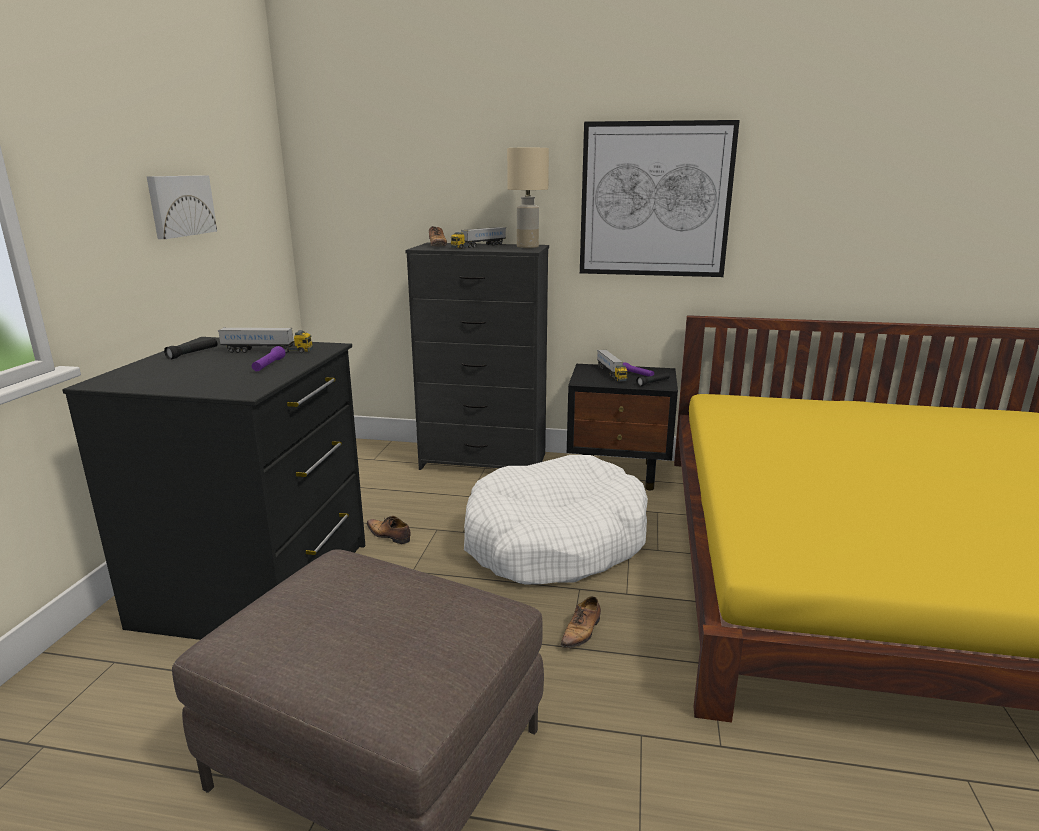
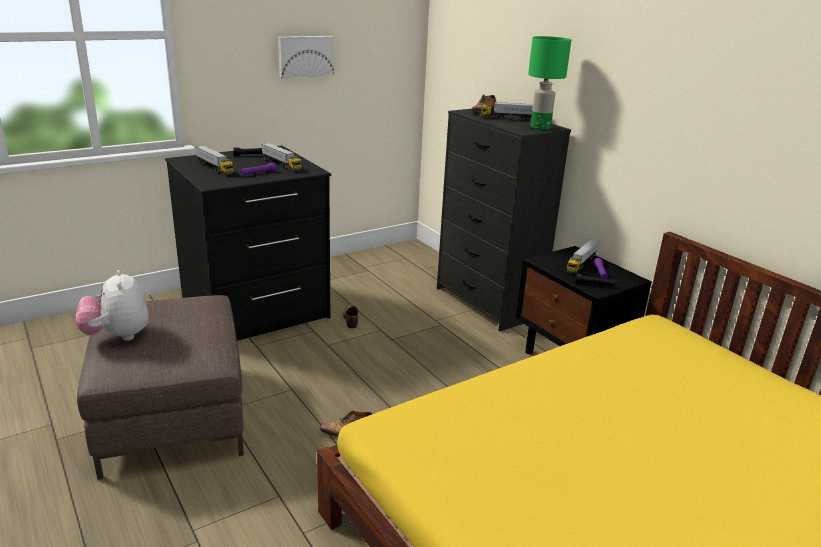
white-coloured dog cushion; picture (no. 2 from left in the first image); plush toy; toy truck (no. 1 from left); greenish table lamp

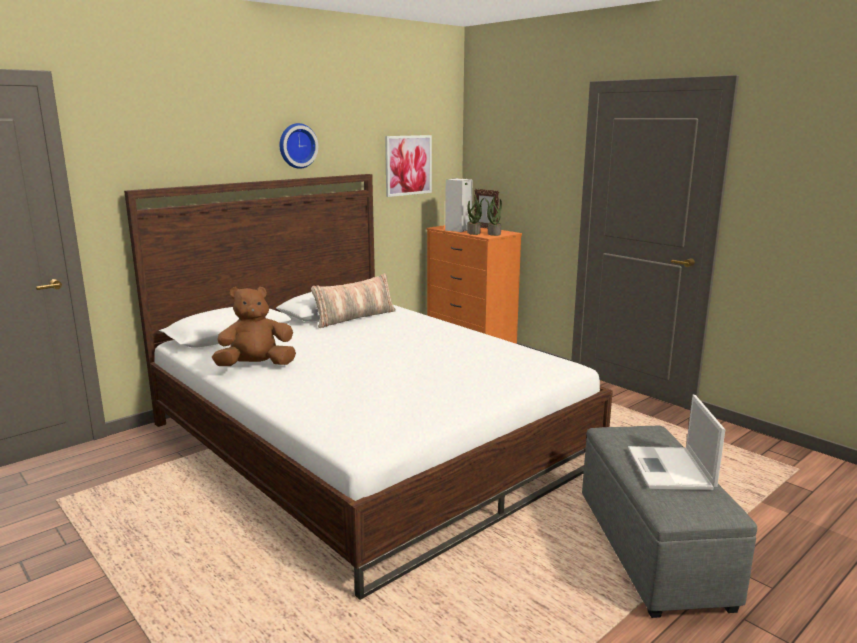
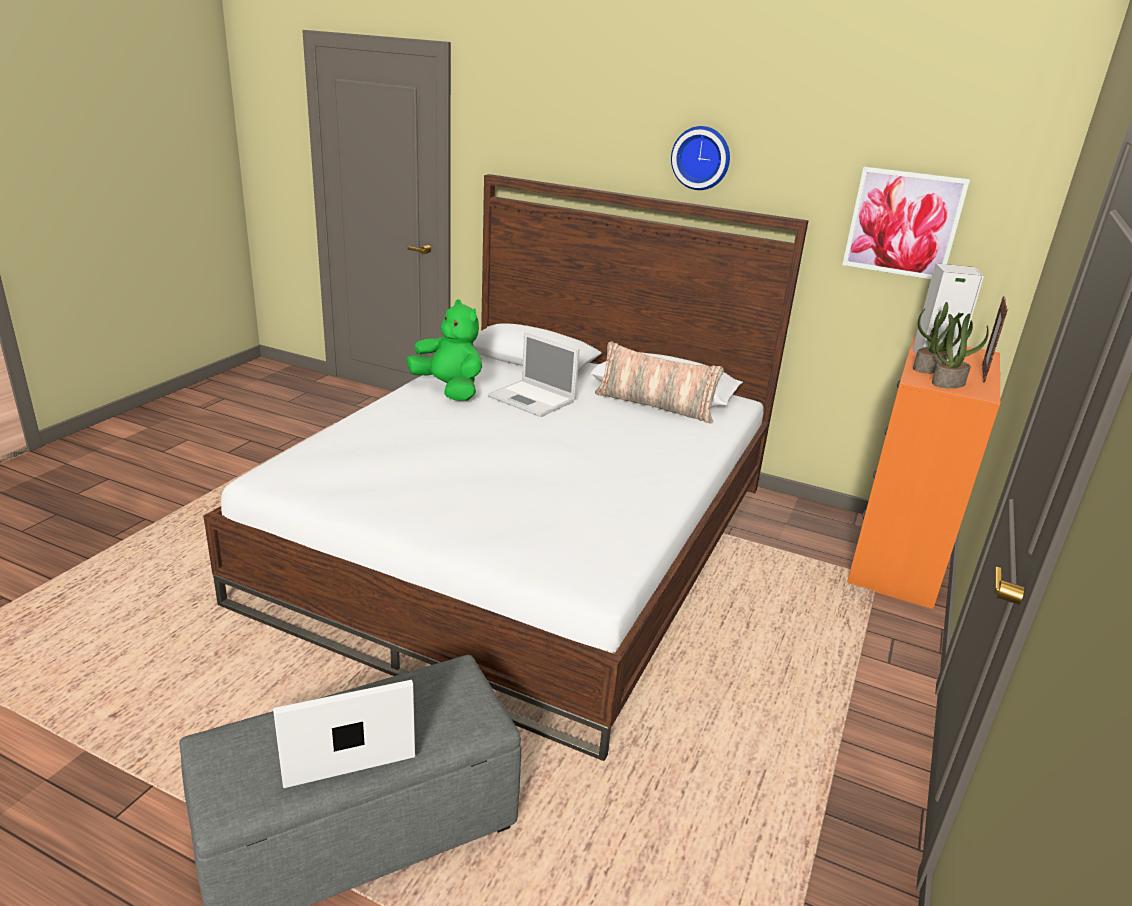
laptop (no. 2 from left); greenish plush toy

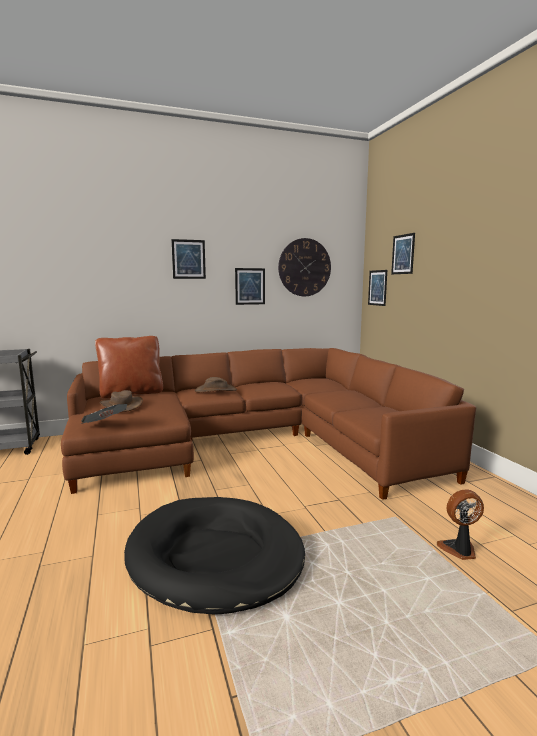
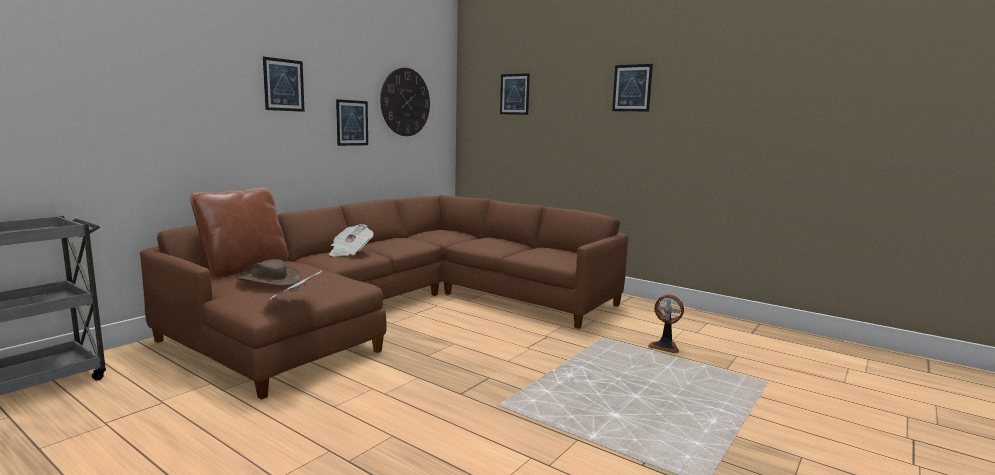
black dog cushion; picture (no. 4 from left); printed paper (no. 2 from left); electric fan

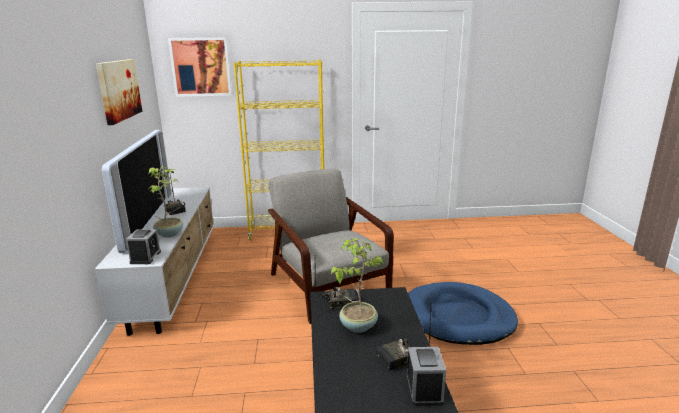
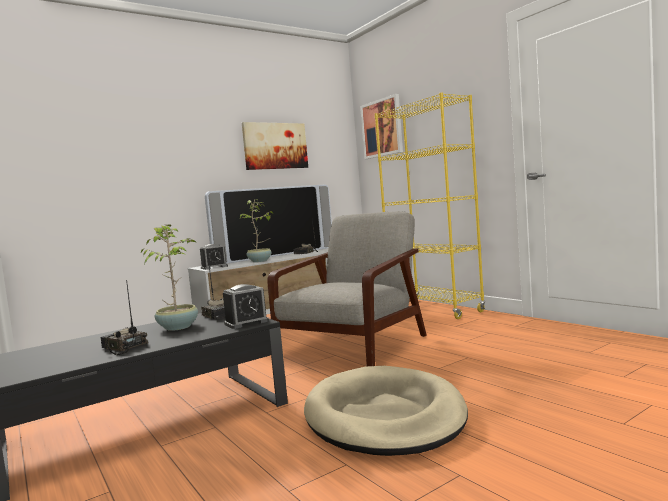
table clock (no. 2 from left); beige-coloured dog cushion

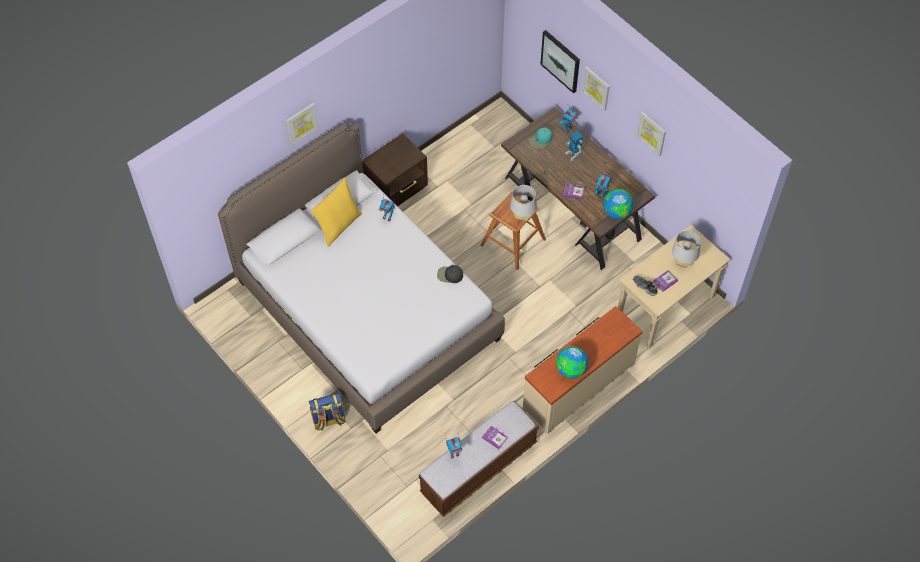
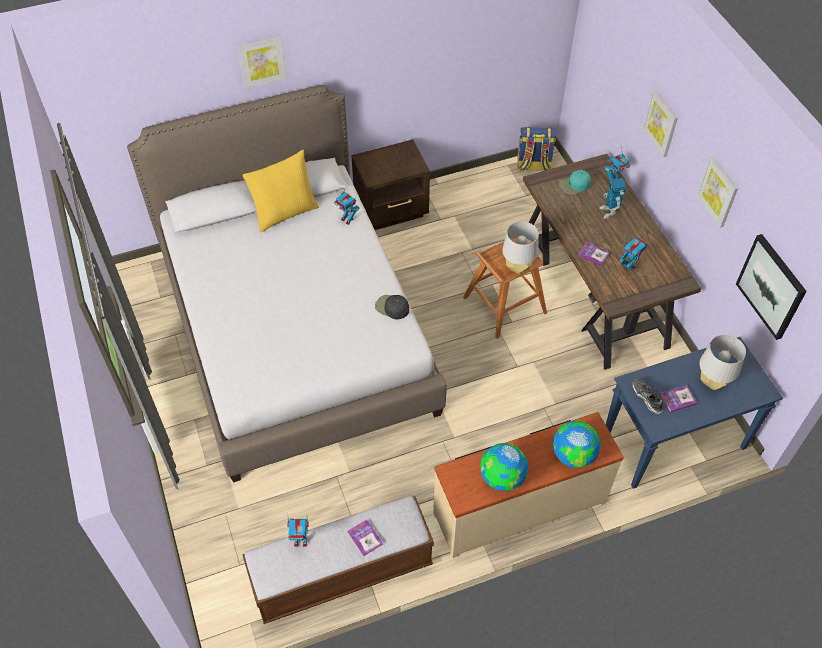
backpack; picture (no. 4 from left); globe (no. 2 from left); blue narrow table

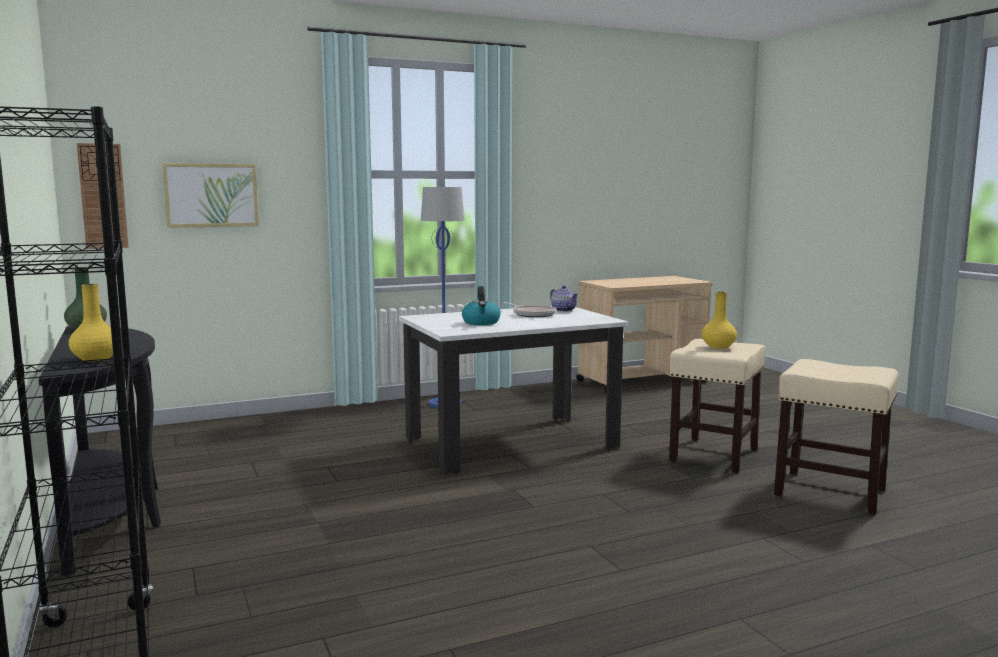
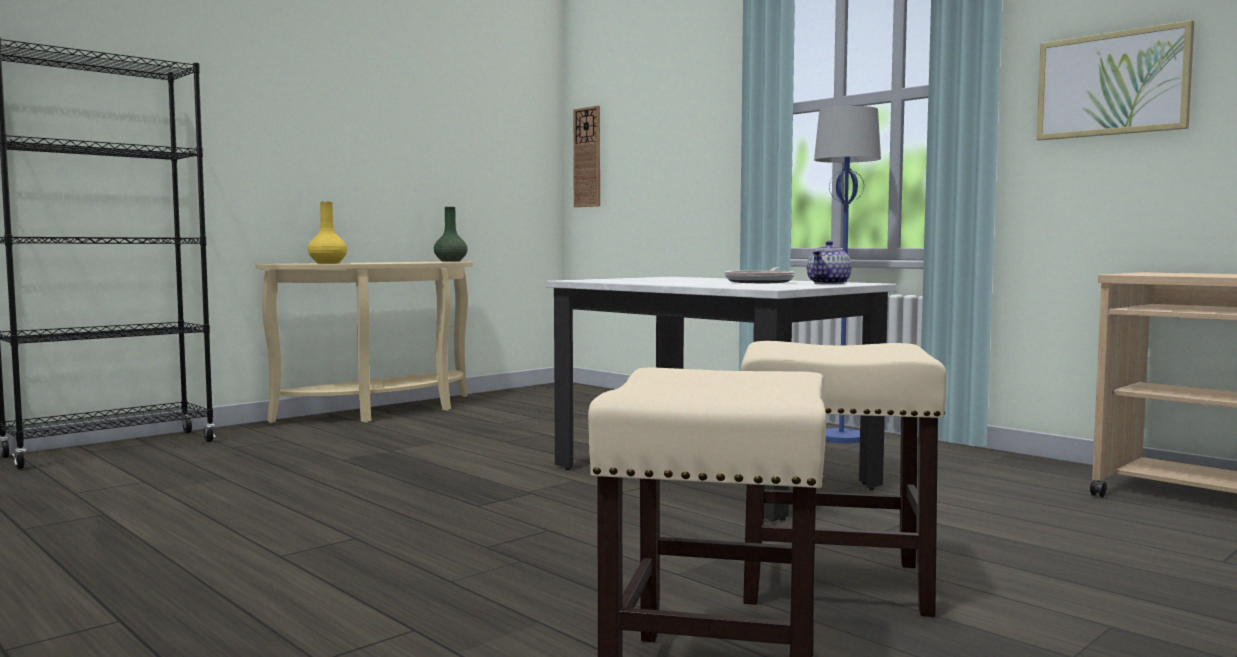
water kettle; yellow-coloured flower vase (no. 2 from left in the first image); picture; beige-coloured narrow table

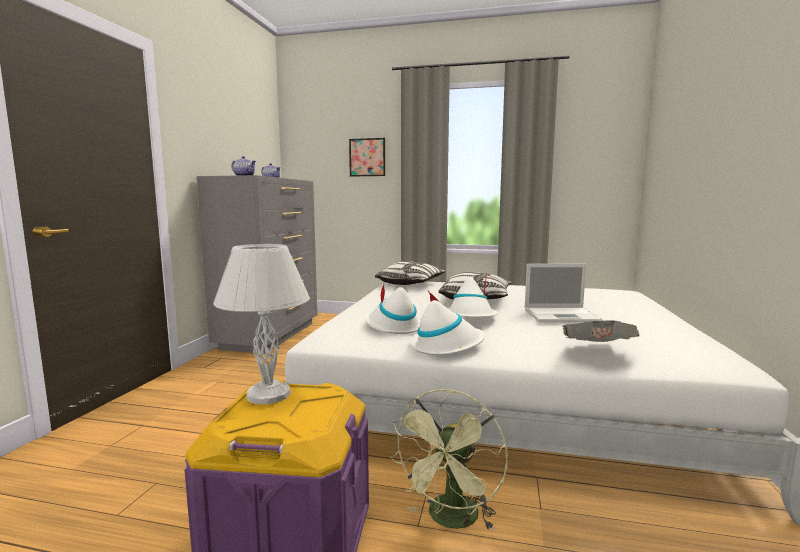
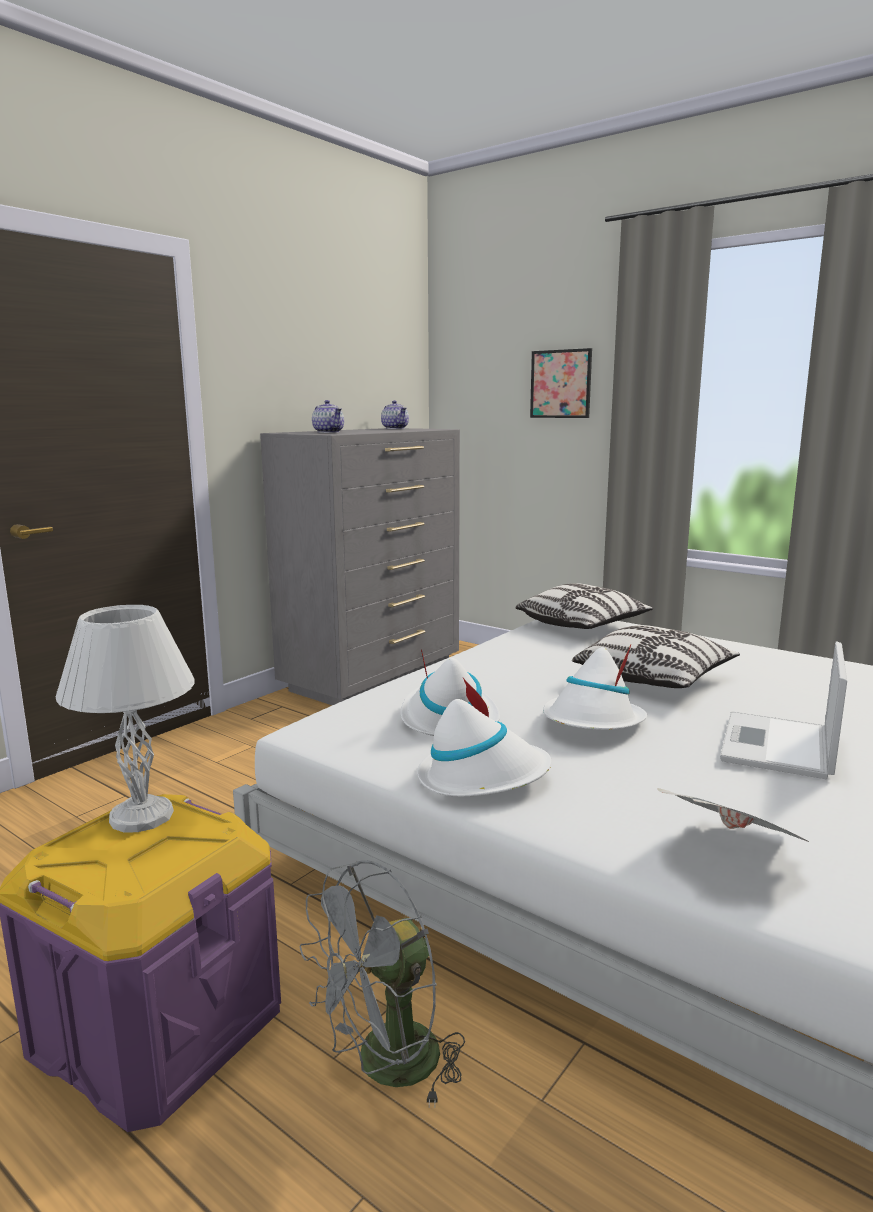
grey electric fan; laptop

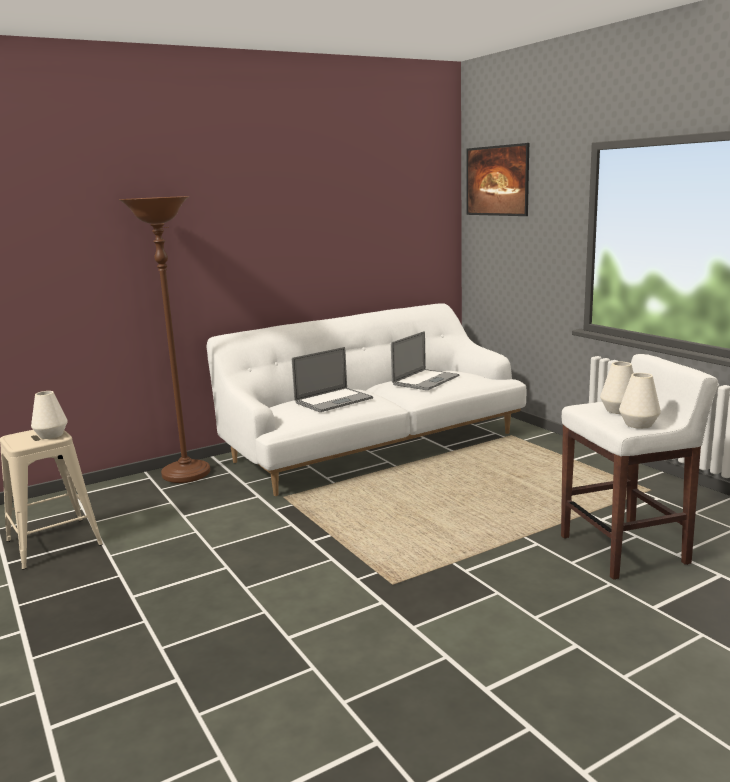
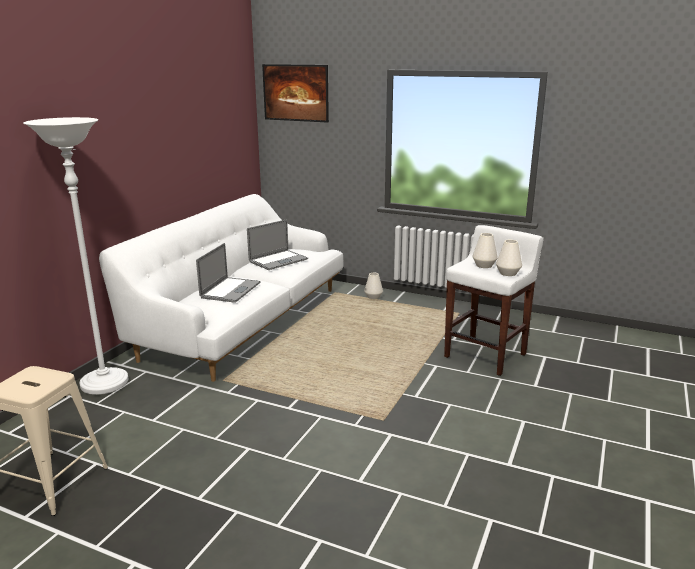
white-coloured flower vase (no. 1 from left); white-coloured floor lamp; laptop (no. 2 from left)

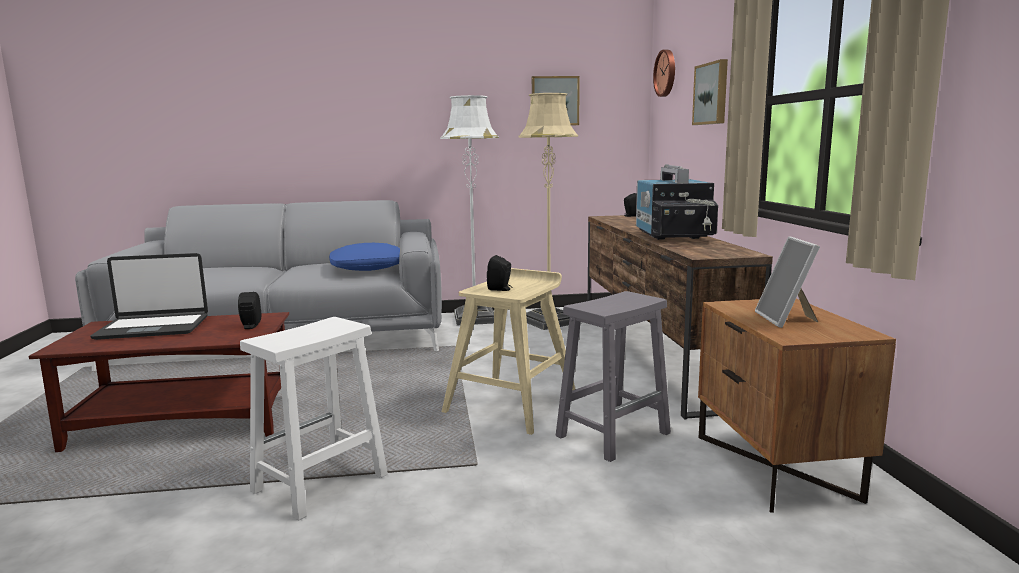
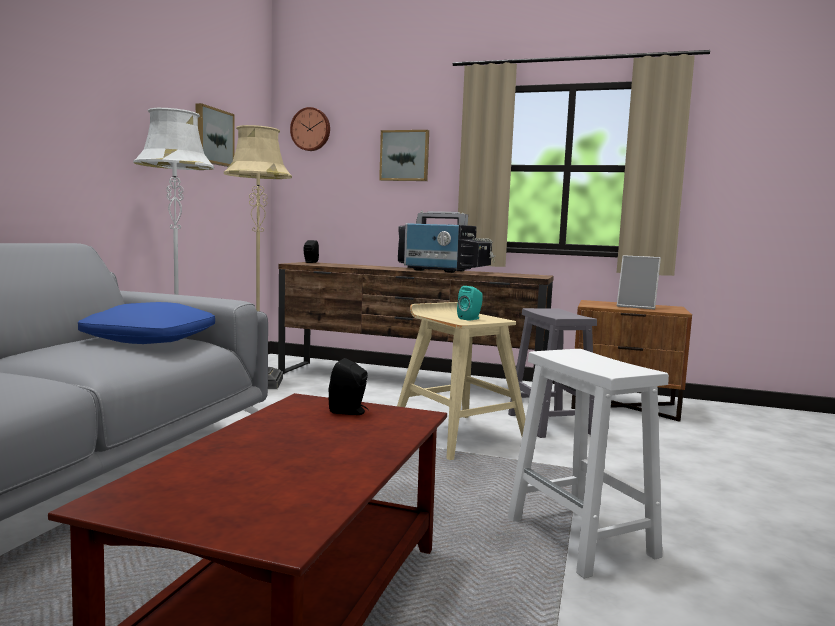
laptop; blue-green loudspeaker

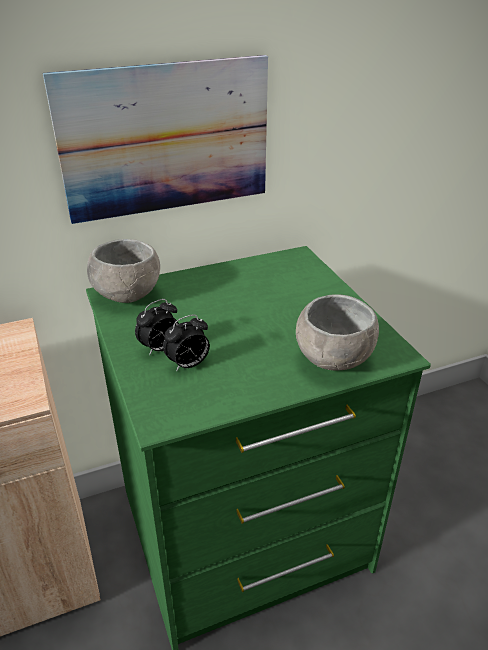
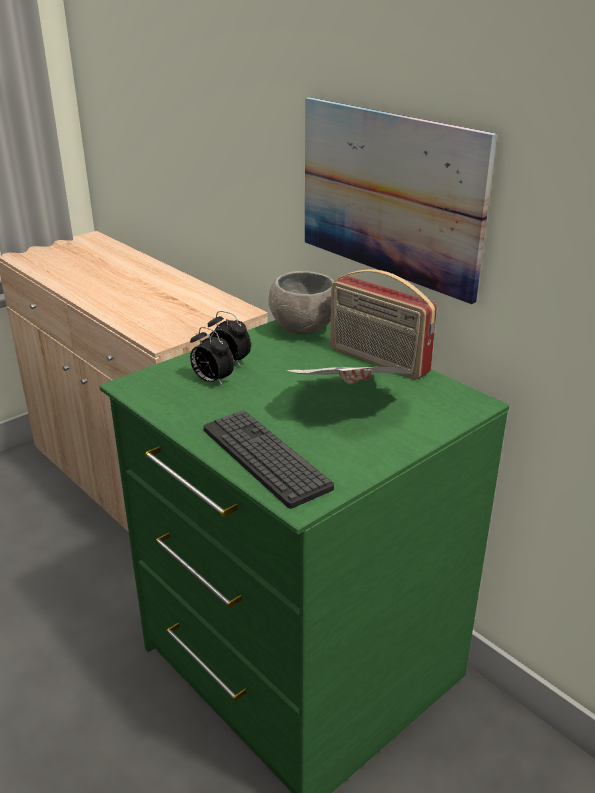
printed paper; radio set; computer keyboard

